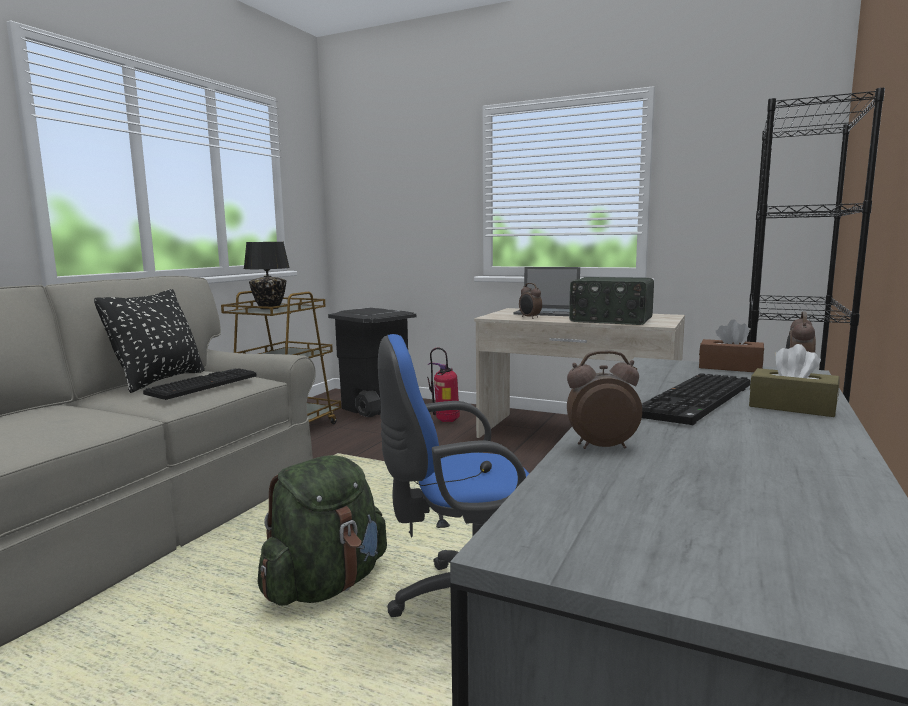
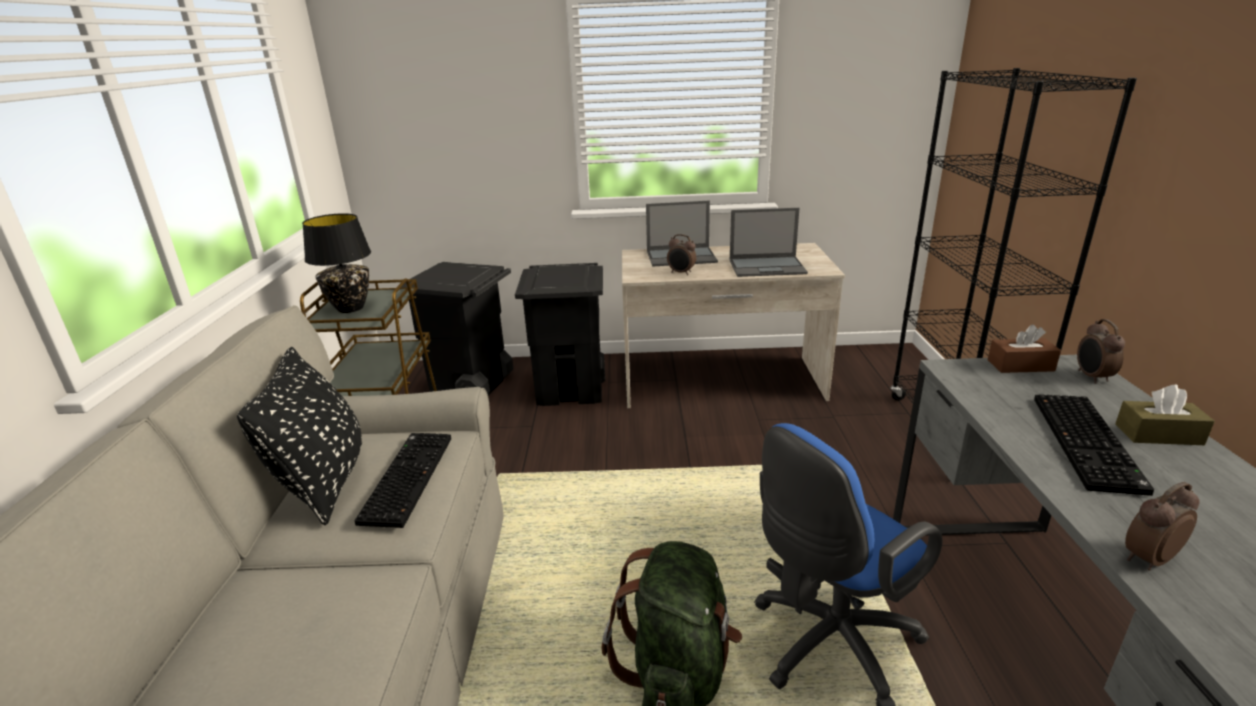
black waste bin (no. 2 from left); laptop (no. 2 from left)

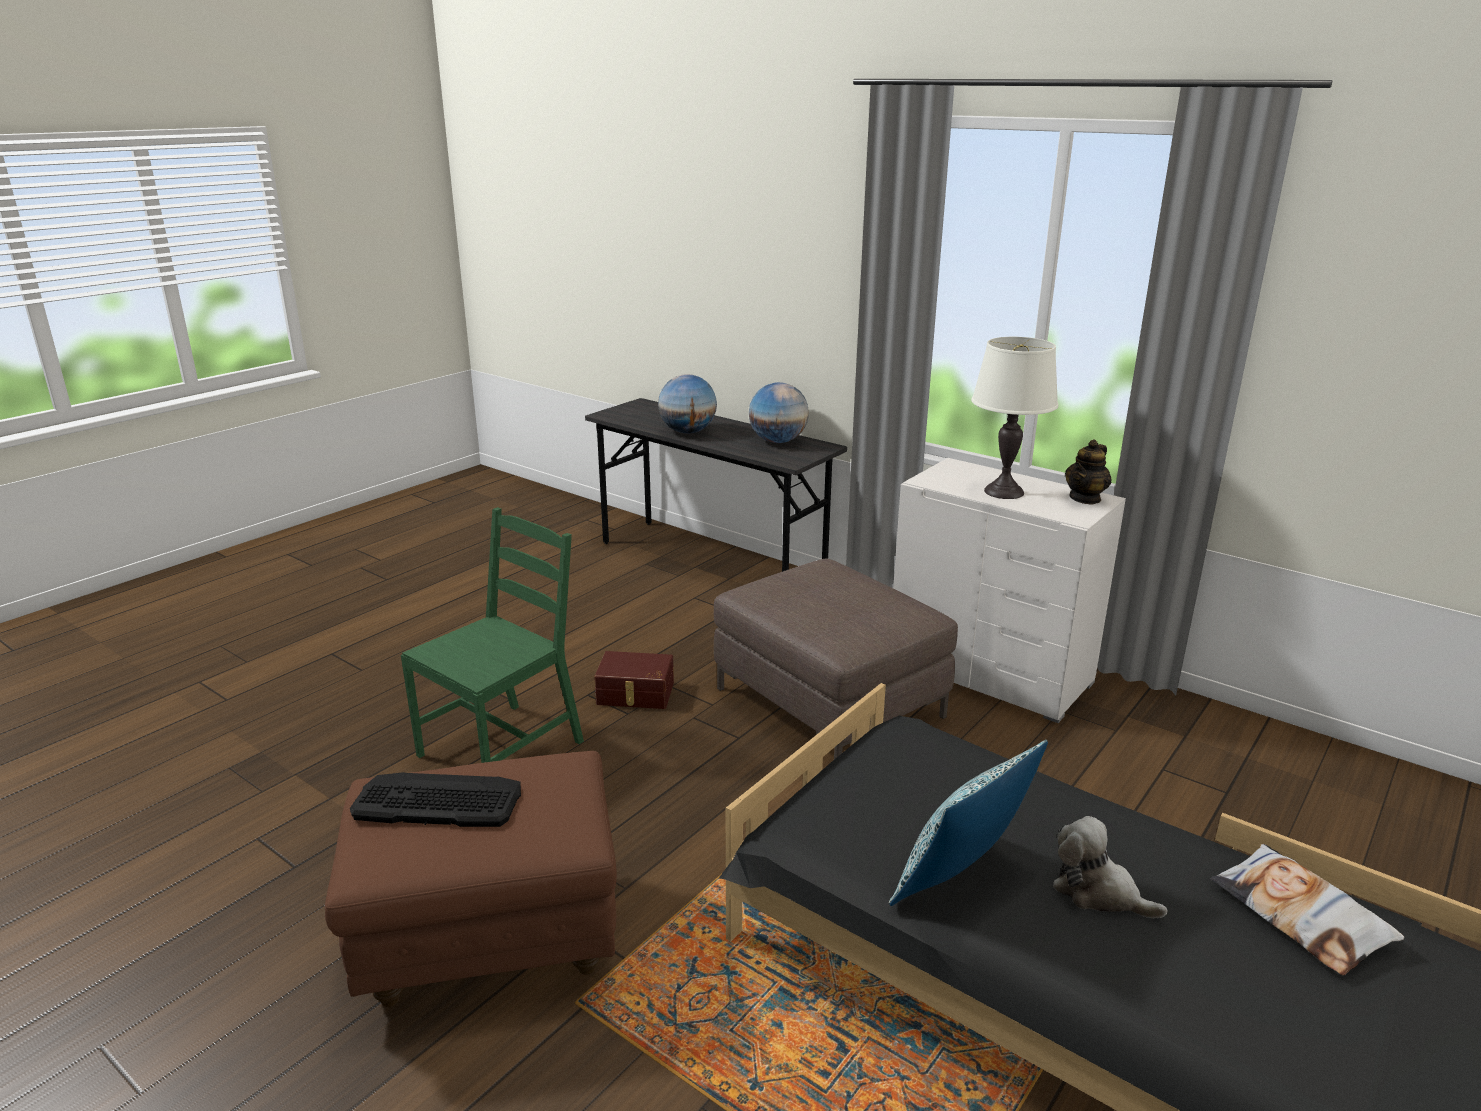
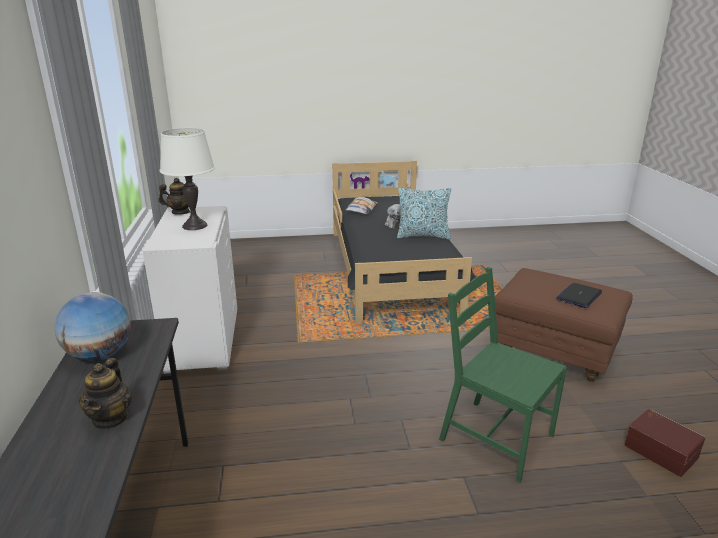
brown ottoman (no. 2 from left in the first image); brown storage container; laptop; pot for tea (no. 1 from left); greenish chair

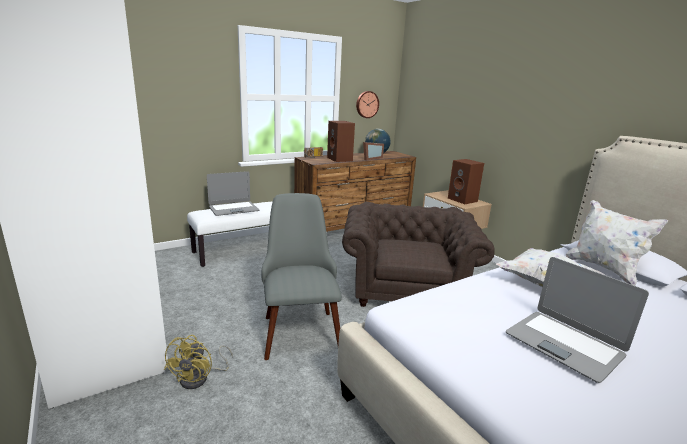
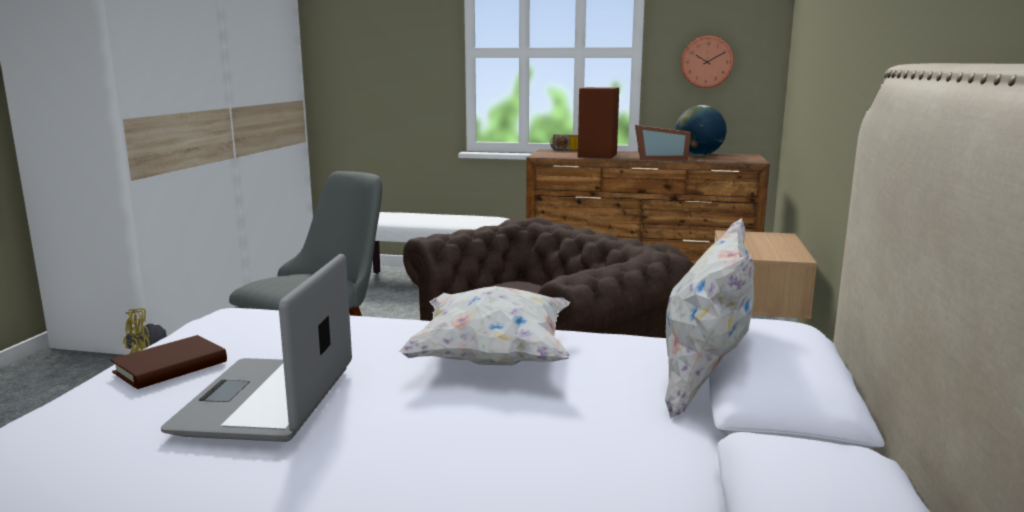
laptop (no. 1 from left in the first image); brown loudspeaker (no. 2 from left in the first image); brown bound book

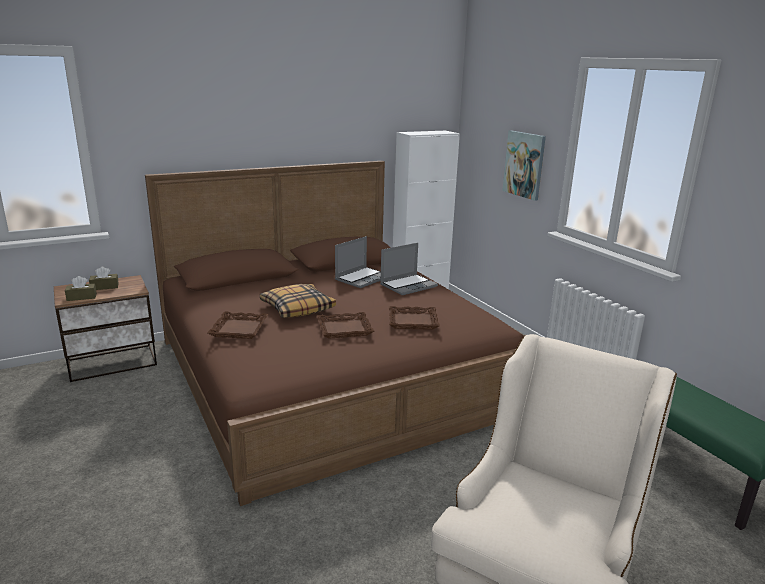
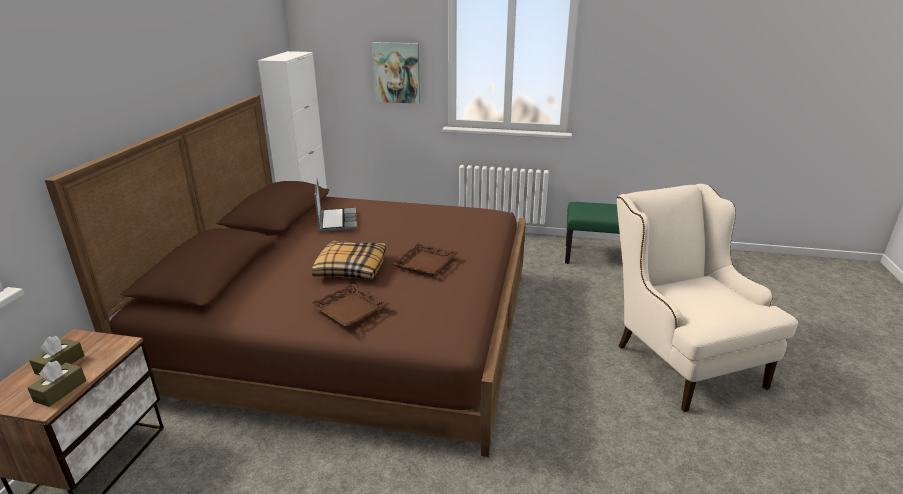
laptop (no. 2 from left in the first image); brown tray (no. 3 from left in the first image)

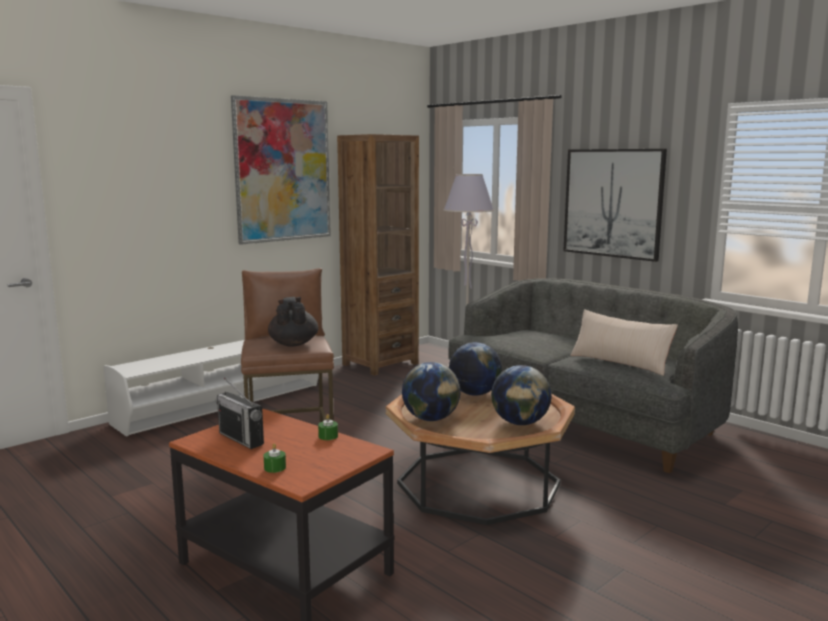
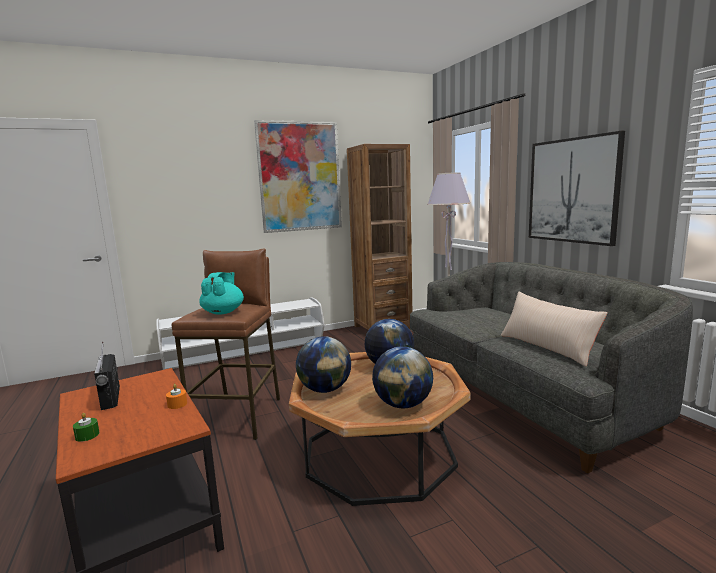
blue-green pot for tea; orange-coloured wax light

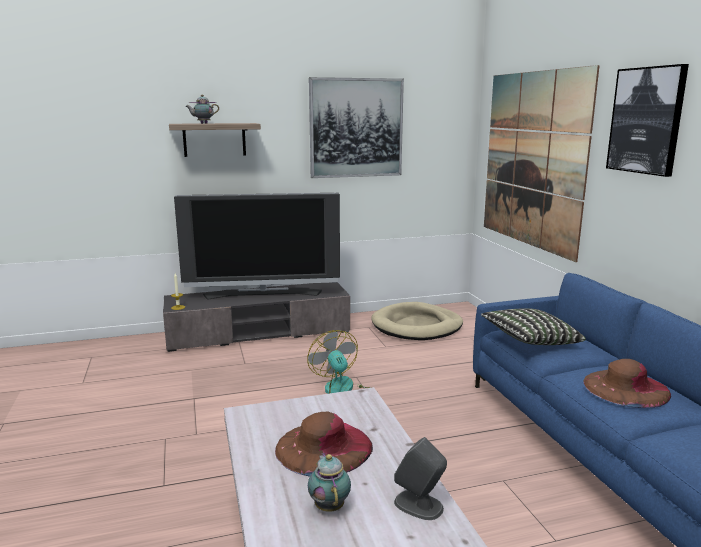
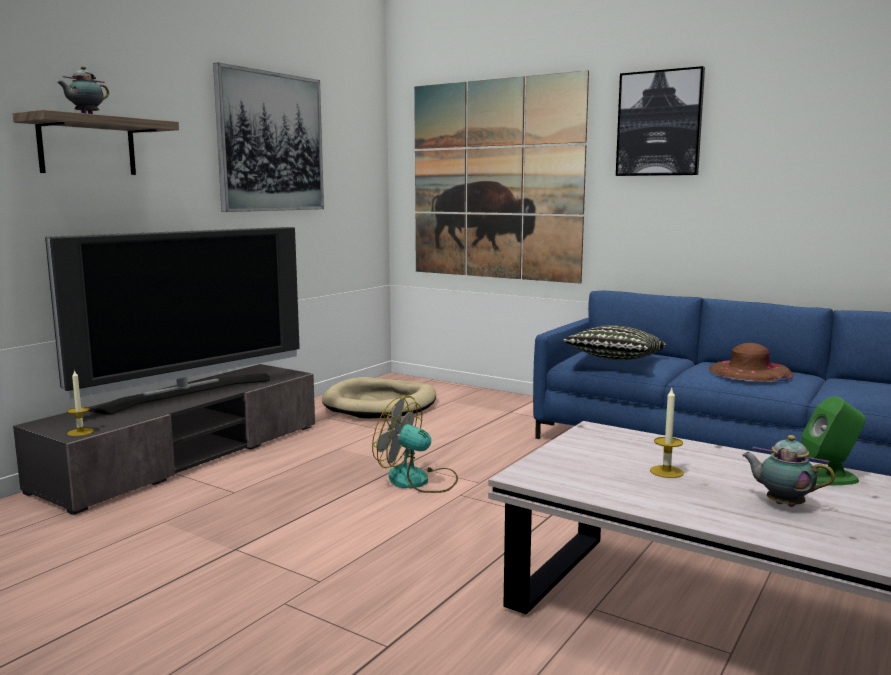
wax light (no. 2 from left); greenish loudspeaker

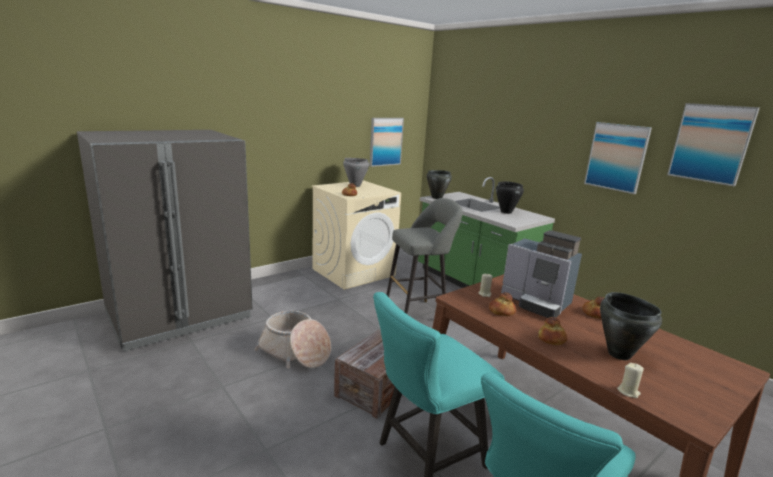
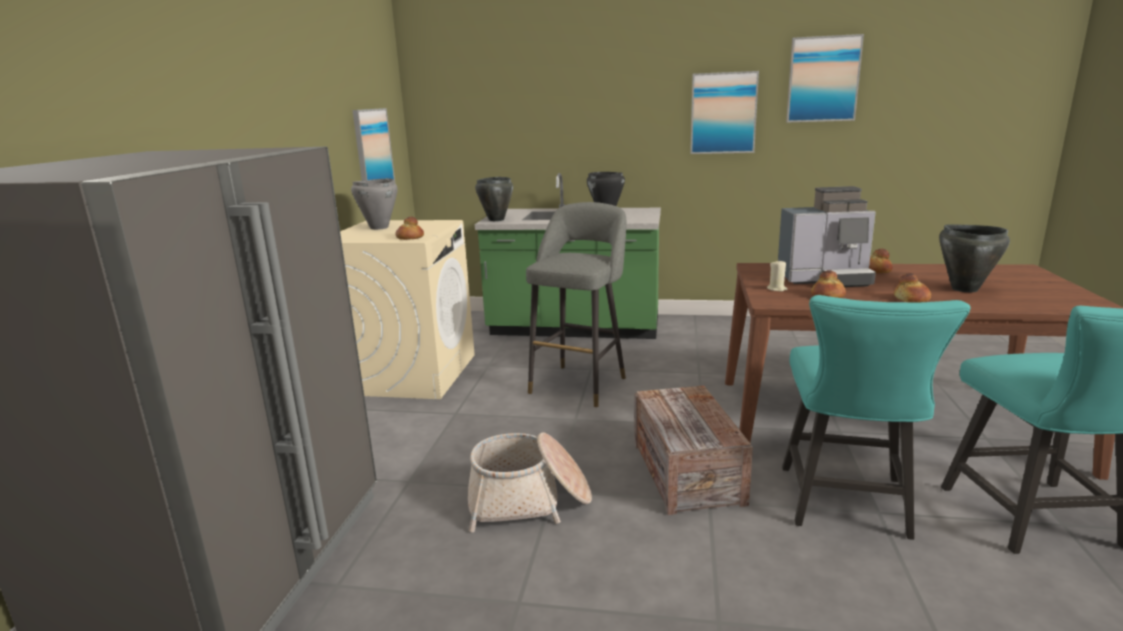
beige-coloured wax light (no. 2 from left in the first image)

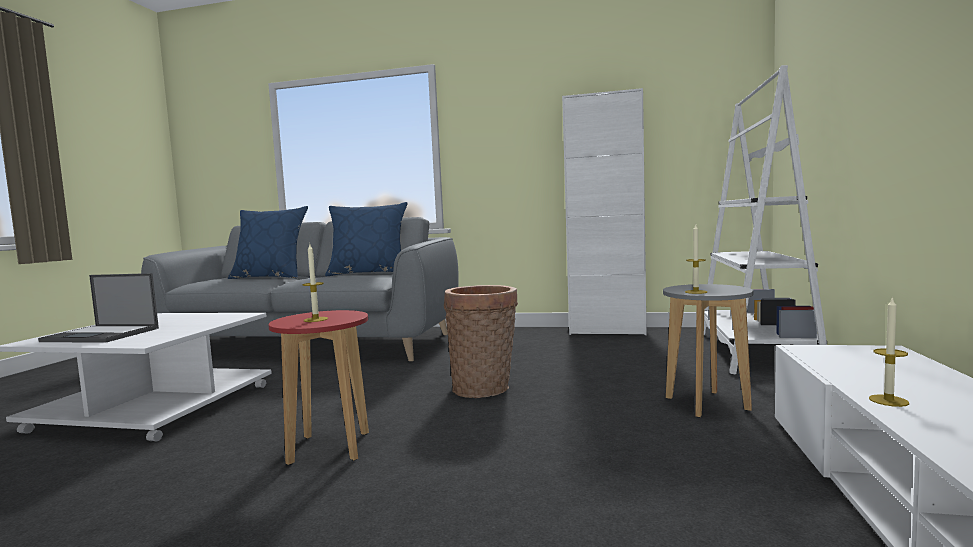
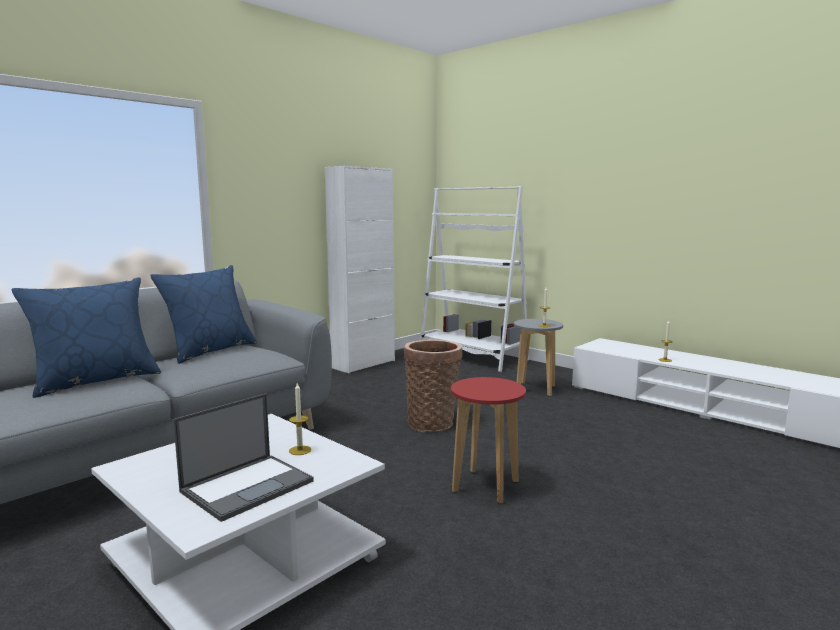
wax light (no. 1 from left)

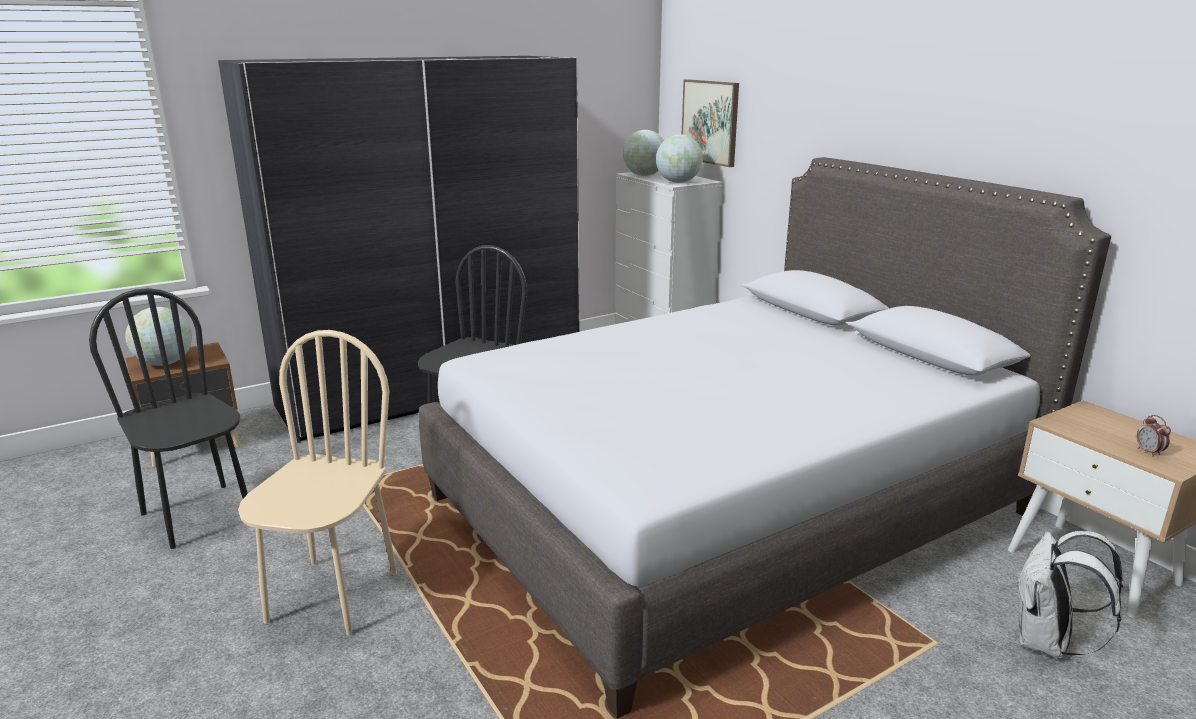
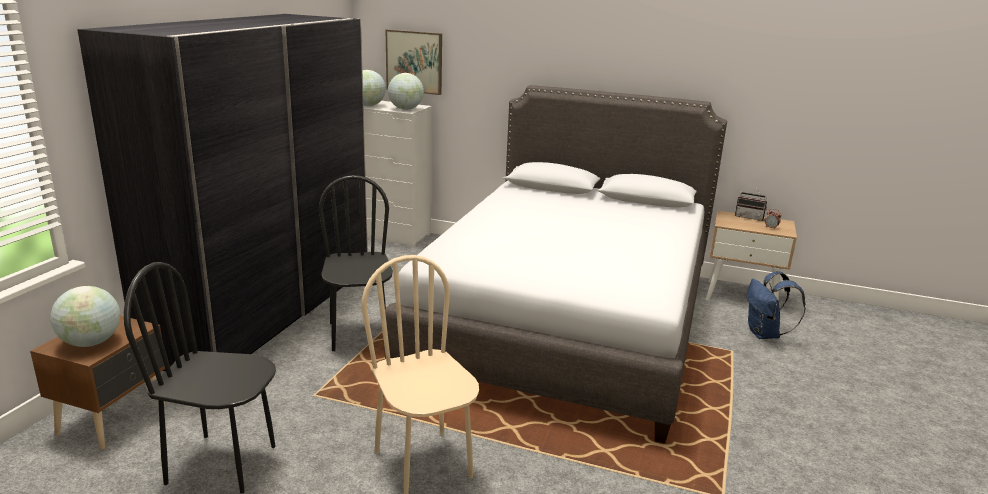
radio set; blue backpack

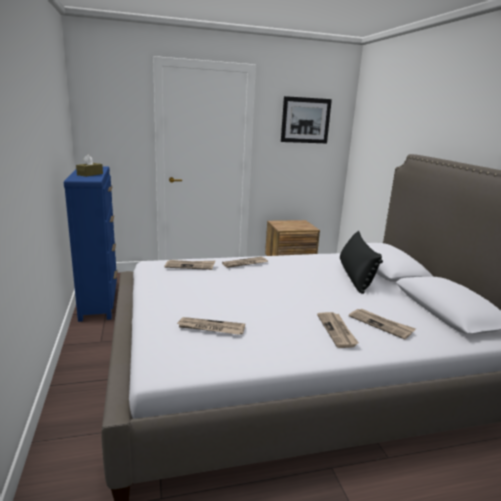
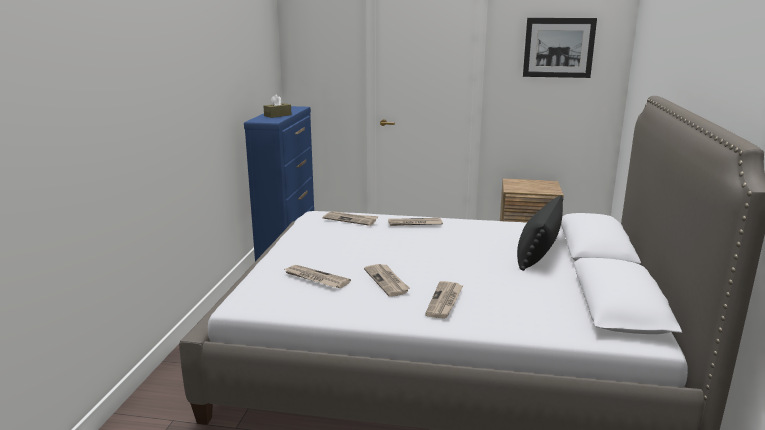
printed paper (no. 3 from left)

